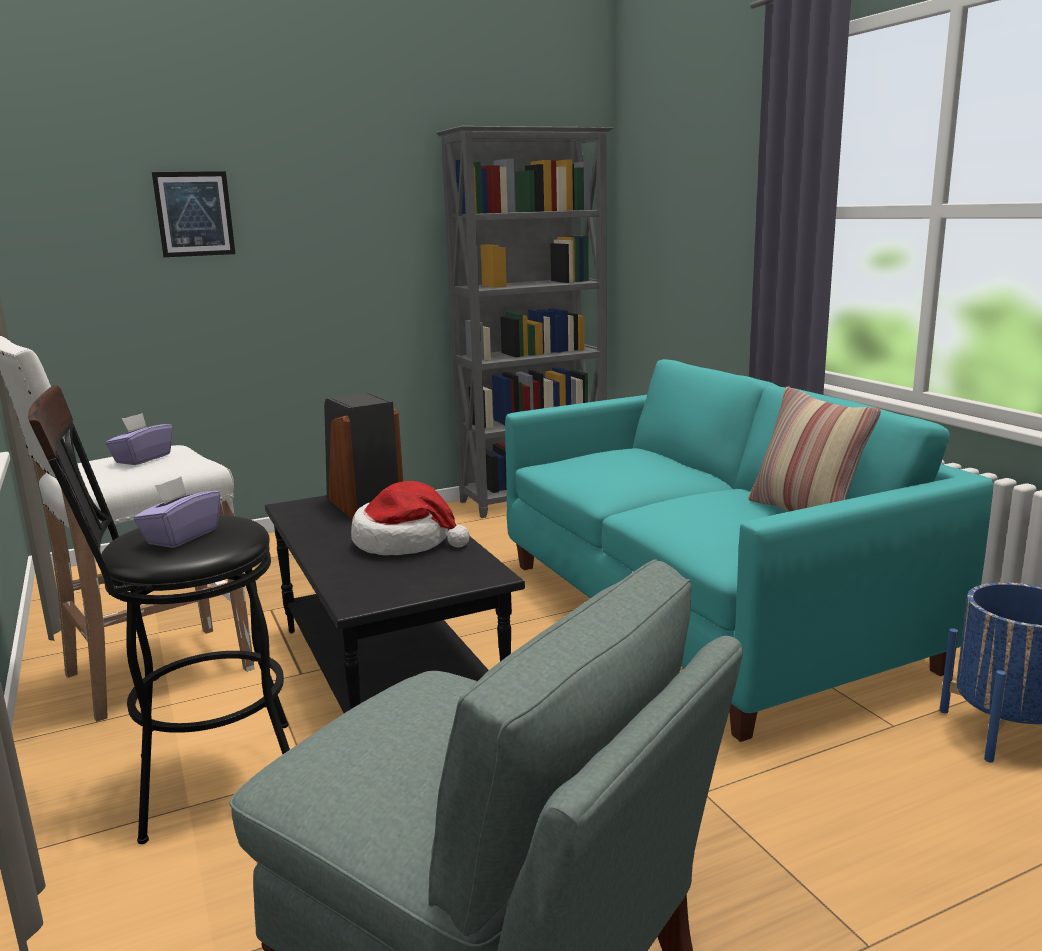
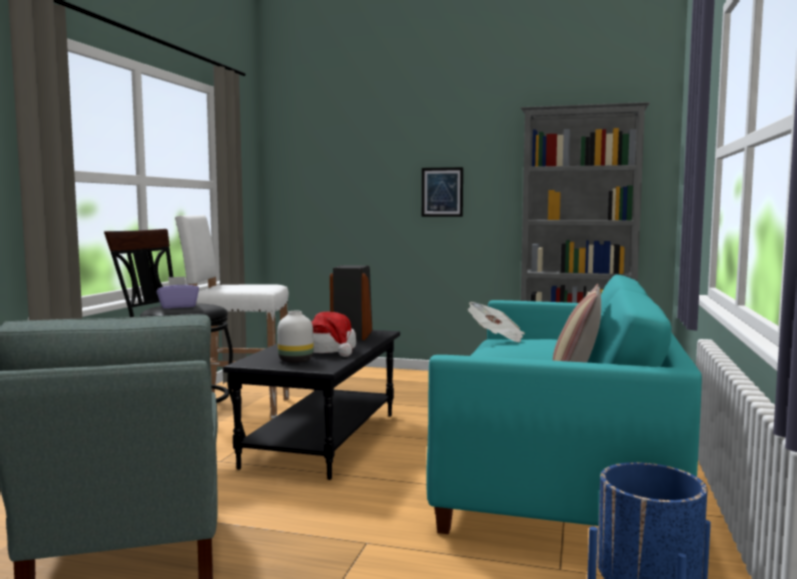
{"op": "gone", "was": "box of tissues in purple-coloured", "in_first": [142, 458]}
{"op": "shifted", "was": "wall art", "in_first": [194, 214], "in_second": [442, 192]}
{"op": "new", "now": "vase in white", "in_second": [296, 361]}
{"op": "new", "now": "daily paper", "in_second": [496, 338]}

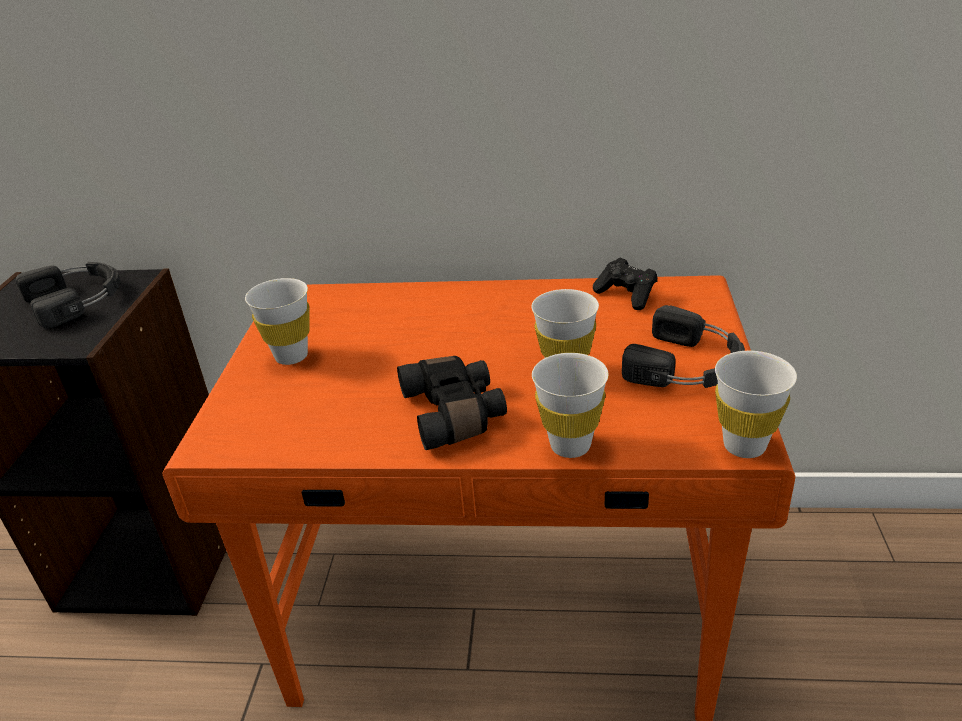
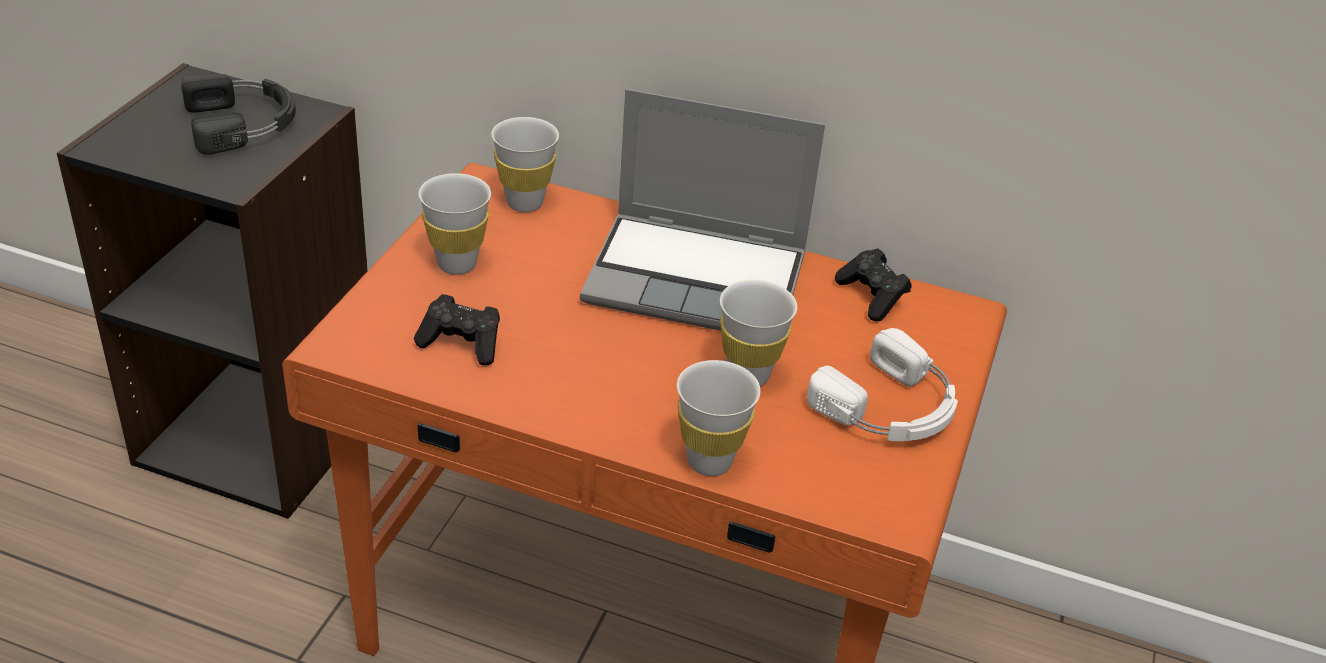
{"op": "gone", "was": "binoculars in blackish", "in_first": [456, 413]}
{"op": "repainted", "was": "pair of headphones in blackish", "now": "pair of headphones in white", "in_first": [688, 365], "in_second": [890, 407]}
{"op": "shifted", "was": "cup in white", "in_first": [744, 446], "in_second": [524, 203]}
{"op": "new", "now": "game controller in blackish", "in_second": [462, 344]}
{"op": "new", "now": "notebook computer", "in_second": [699, 279]}

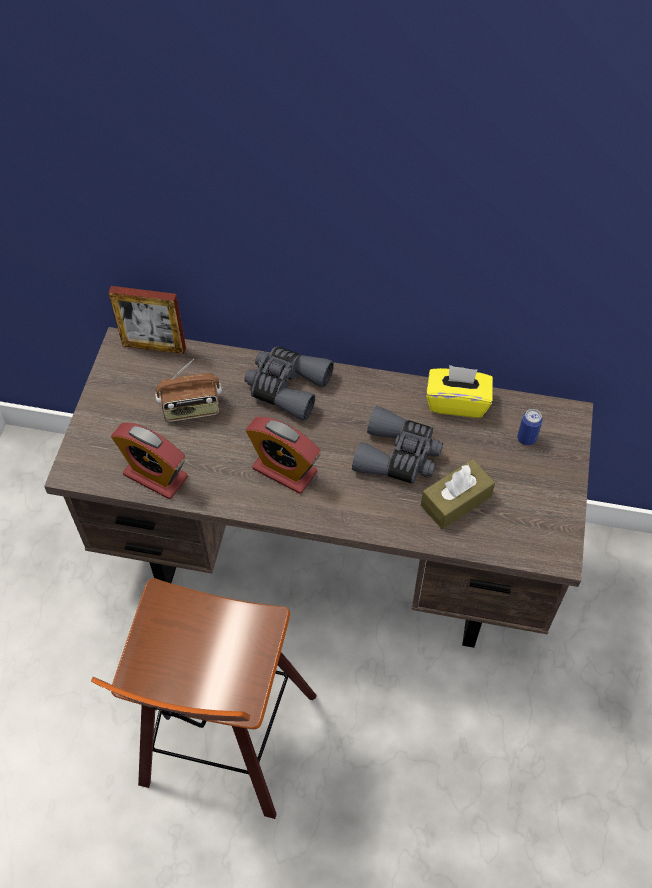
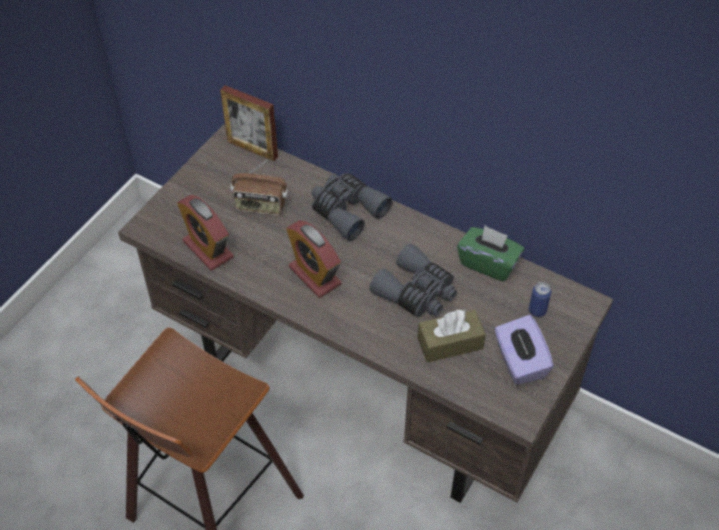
{"op": "repainted", "was": "box of tissues in yellow-coloured", "now": "box of tissues in green", "in_first": [457, 402], "in_second": [488, 263]}
{"op": "new", "now": "box of tissues in purple-coloured", "in_second": [519, 362]}

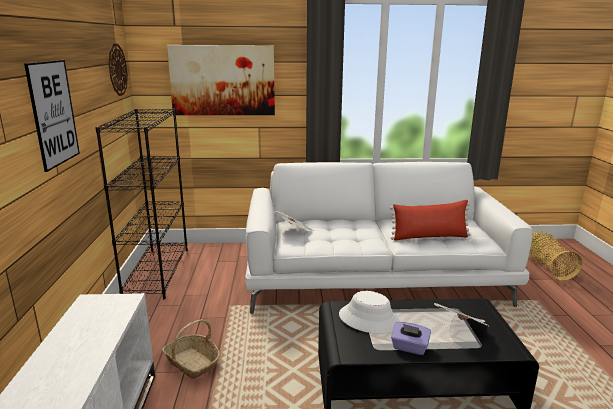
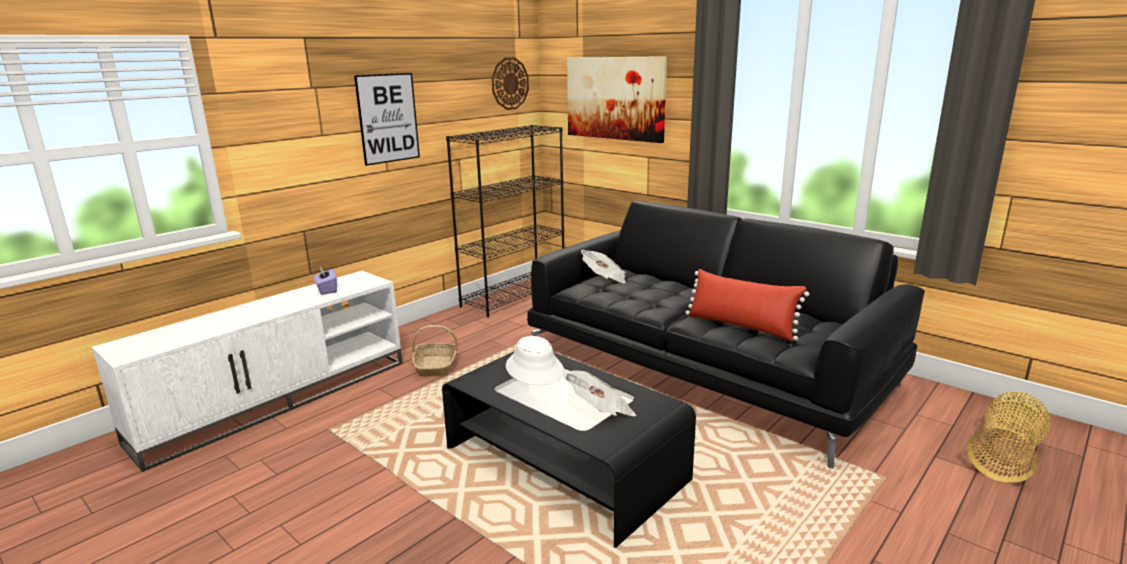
{"op": "repainted", "was": "settee in white", "now": "settee in blackish", "in_first": [375, 276], "in_second": [706, 369]}
{"op": "shifted", "was": "box of tissues in purple-coloured", "in_first": [409, 347], "in_second": [327, 290]}

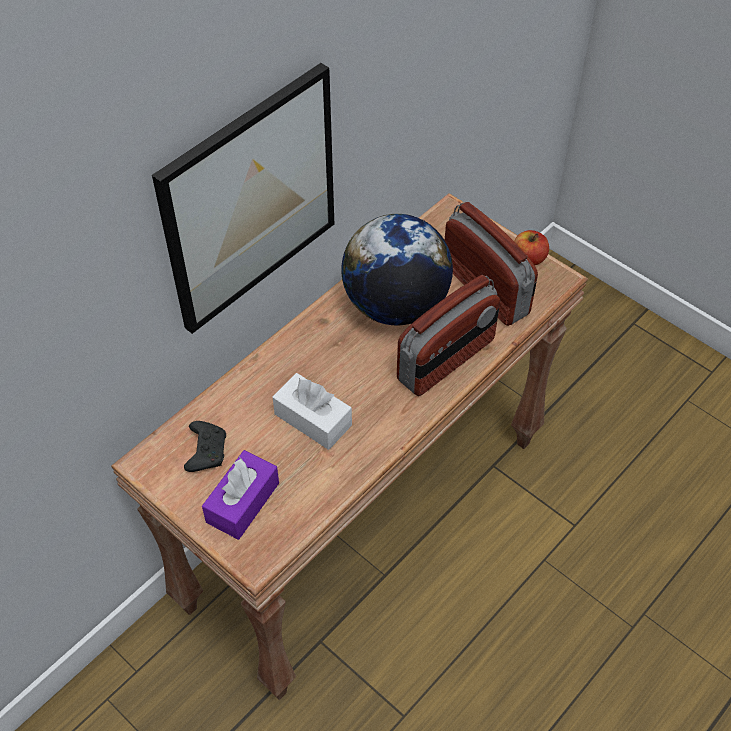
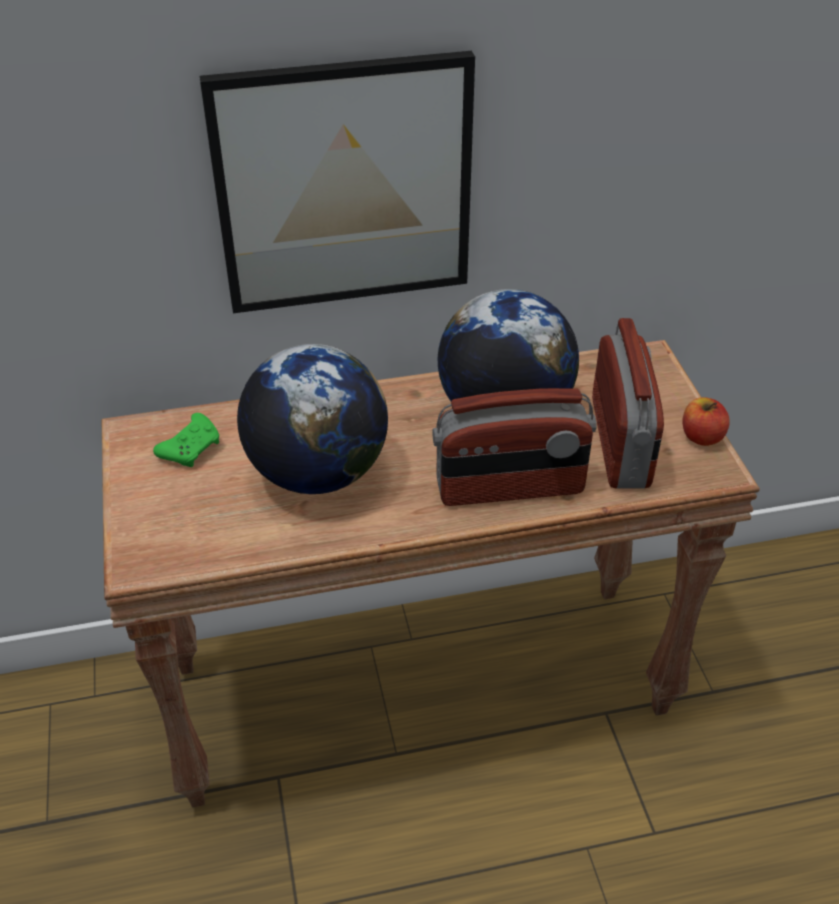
{"op": "repainted", "was": "game controller in blackish", "now": "game controller in green", "in_first": [206, 451], "in_second": [192, 448]}
{"op": "gone", "was": "box of tissues in purple-coloured", "in_first": [242, 502]}
{"op": "swapped", "was": "box of tissues in white", "now": "desk globe", "in_first": [313, 419], "in_second": [317, 473]}

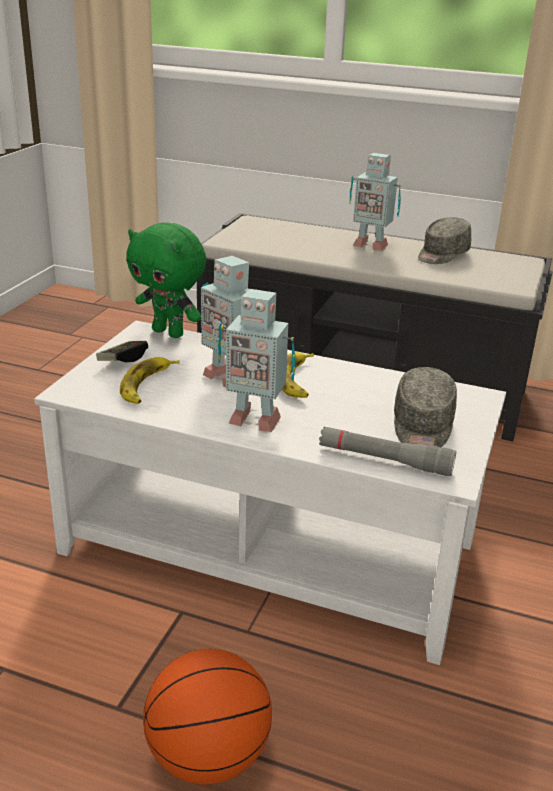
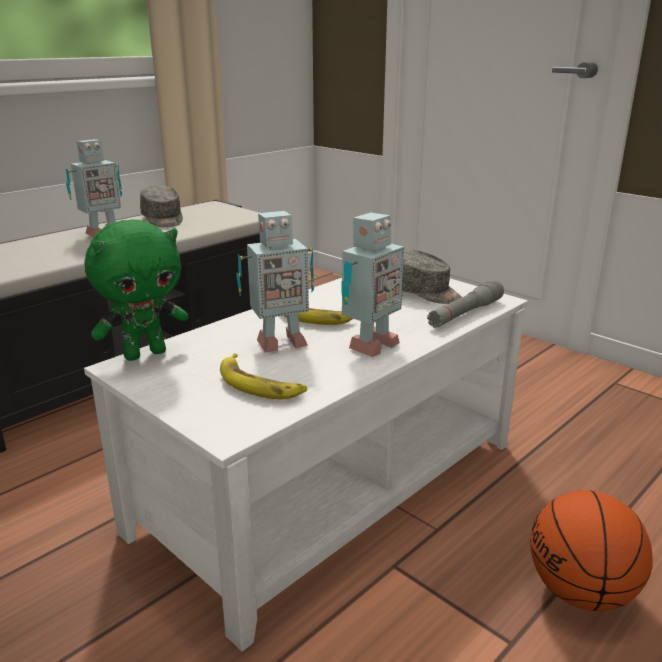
{"op": "gone", "was": "game controller", "in_first": [123, 360]}

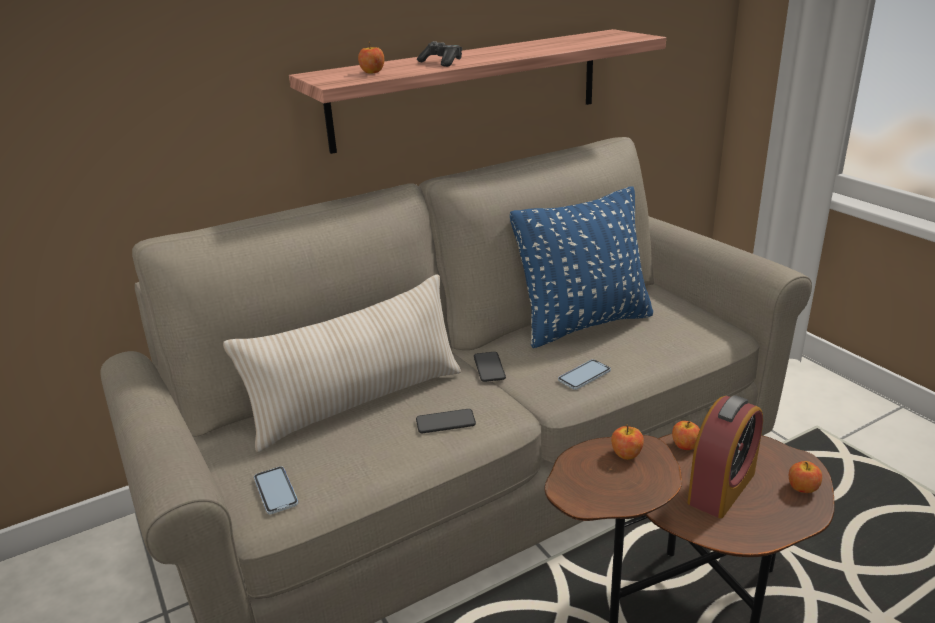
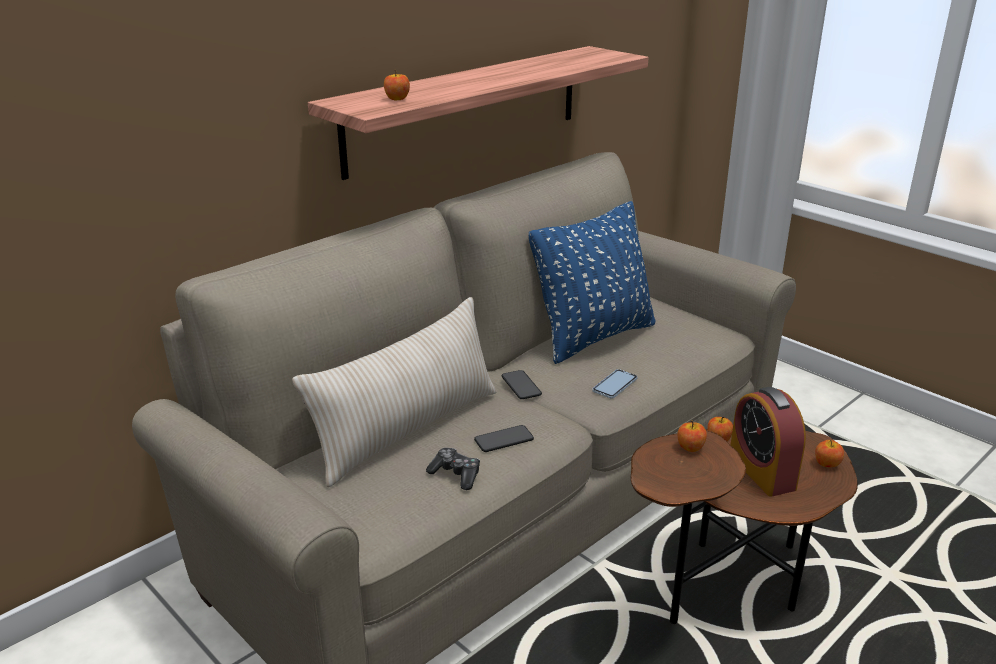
{"op": "gone", "was": "phone", "in_first": [276, 491]}
{"op": "shifted", "was": "game controller", "in_first": [441, 63], "in_second": [456, 475]}
{"op": "rotated", "was": "bedside clock", "in_first": [721, 488], "in_second": [761, 471], "clockwise": 135}

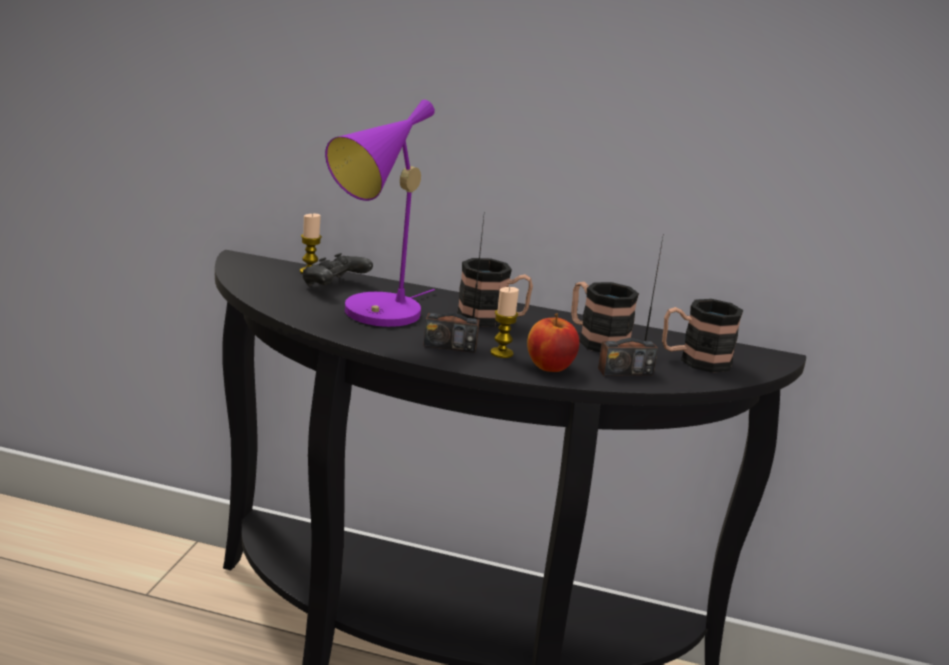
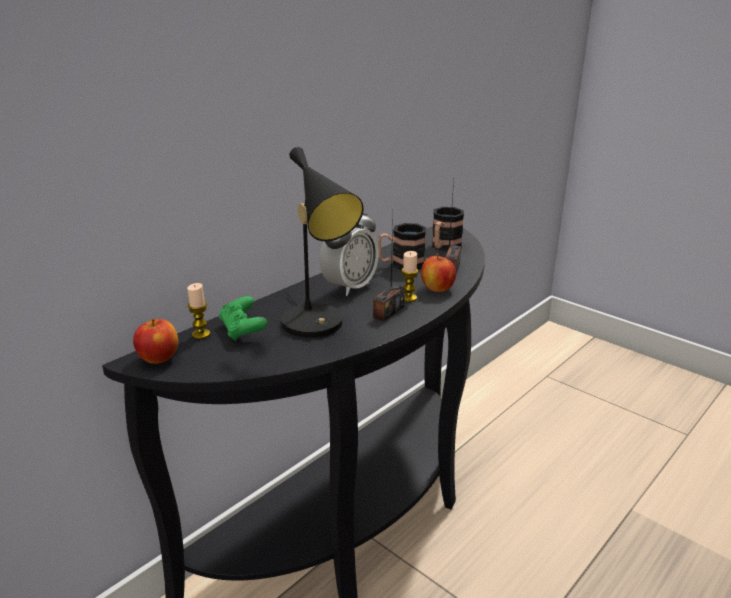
{"op": "repainted", "was": "game controller in blackish", "now": "game controller in green", "in_first": [334, 286], "in_second": [243, 330]}
{"op": "repainted", "was": "table lamp in purple-coloured", "now": "table lamp in blackish", "in_first": [376, 316], "in_second": [318, 326]}
{"op": "swapped", "was": "mug", "now": "bedside clock", "in_first": [492, 319], "in_second": [350, 287]}
{"op": "new", "now": "apple", "in_second": [159, 358]}

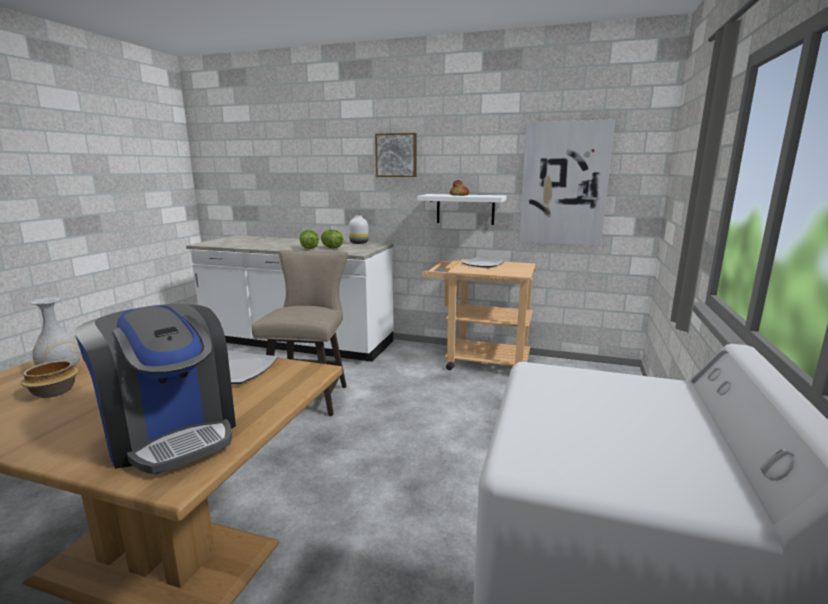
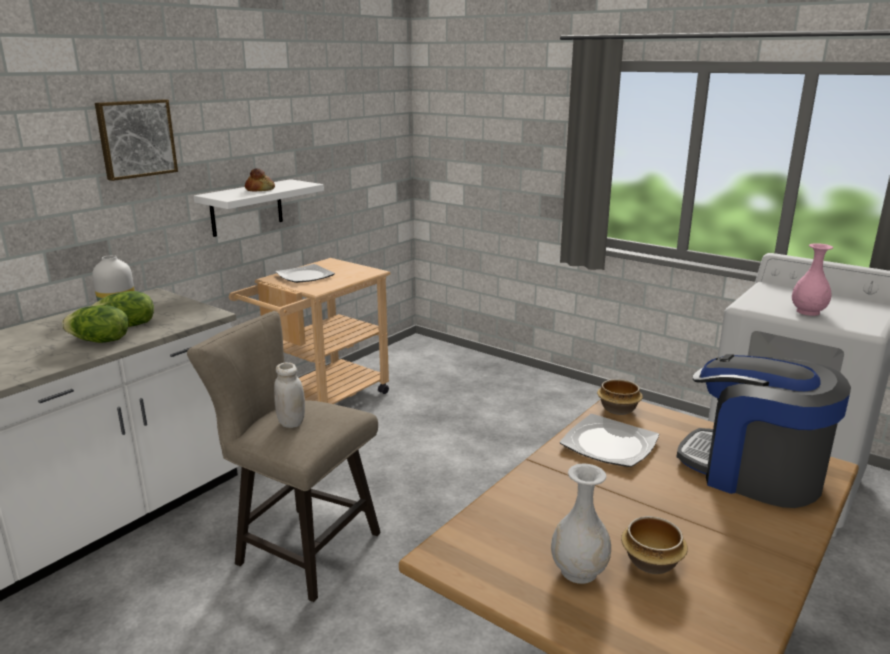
{"op": "rotated", "was": "coffee machine", "in_first": [171, 433], "in_second": [752, 472], "clockwise": -120}
{"op": "gone", "was": "wall art", "in_first": [564, 184]}
{"op": "new", "now": "jar in white", "in_second": [291, 422]}
{"op": "new", "now": "serving bowl", "in_second": [617, 410]}
{"op": "new", "now": "vase in pink-coloured", "in_second": [808, 312]}

